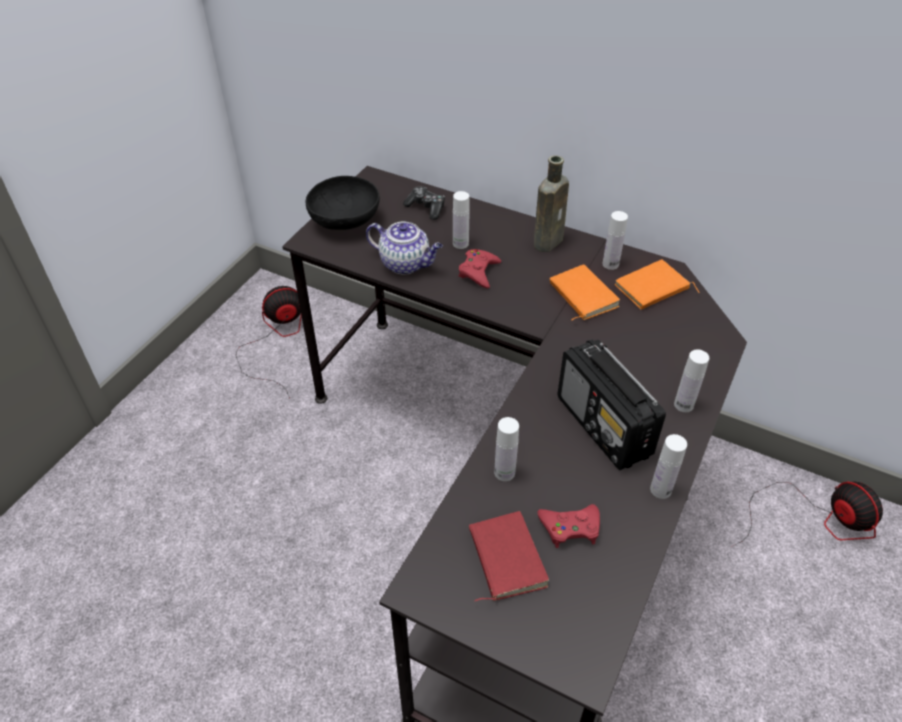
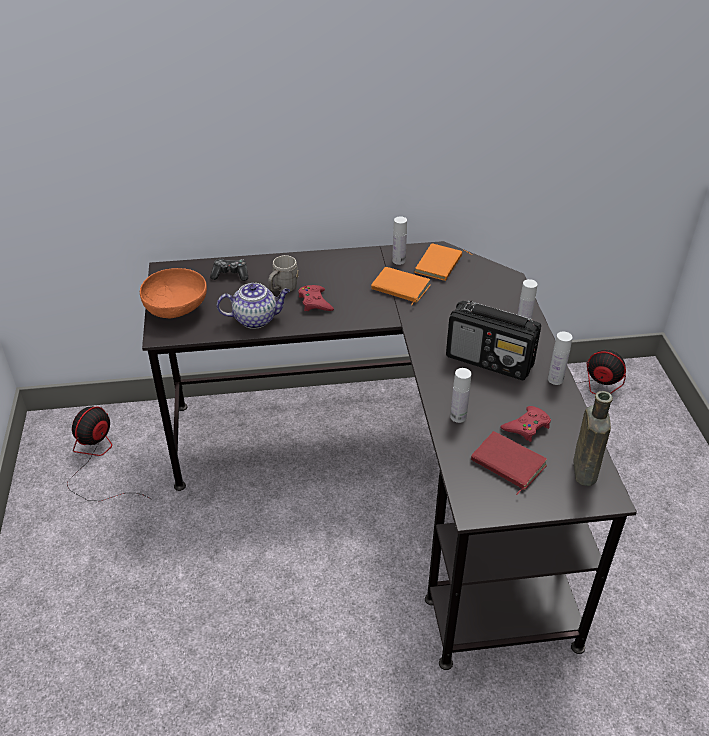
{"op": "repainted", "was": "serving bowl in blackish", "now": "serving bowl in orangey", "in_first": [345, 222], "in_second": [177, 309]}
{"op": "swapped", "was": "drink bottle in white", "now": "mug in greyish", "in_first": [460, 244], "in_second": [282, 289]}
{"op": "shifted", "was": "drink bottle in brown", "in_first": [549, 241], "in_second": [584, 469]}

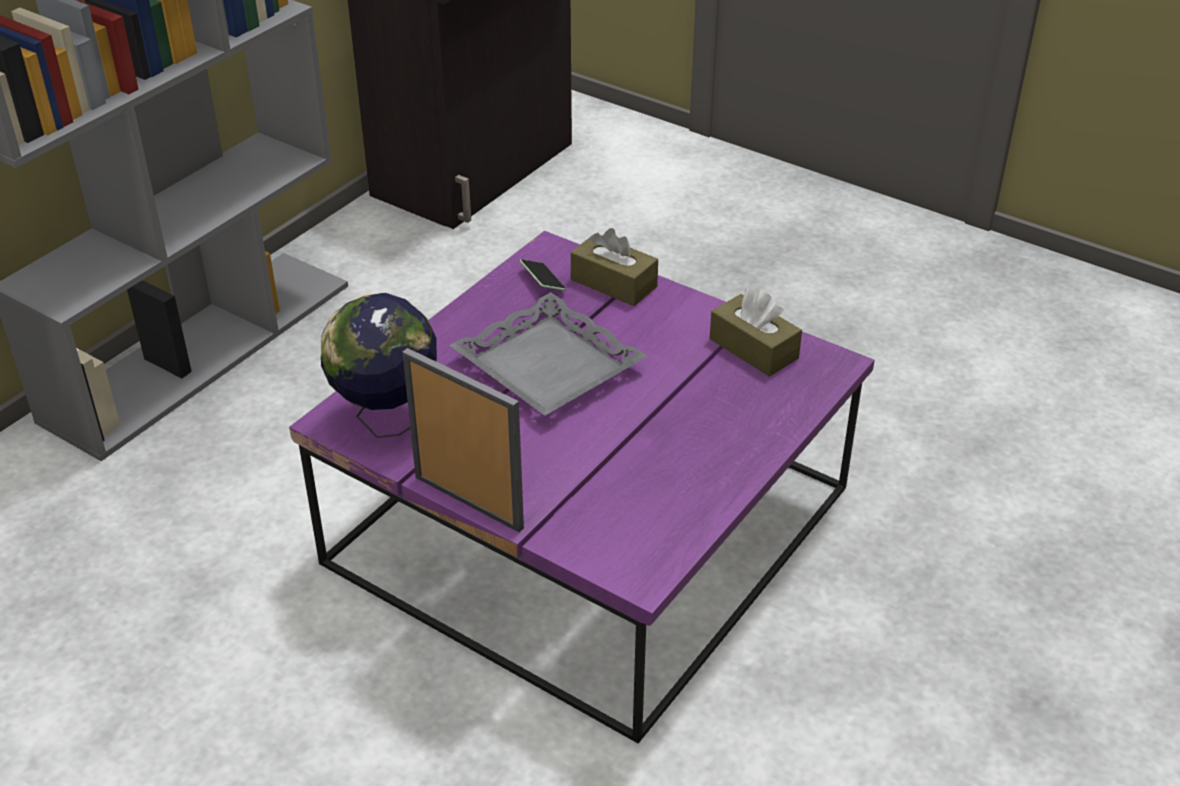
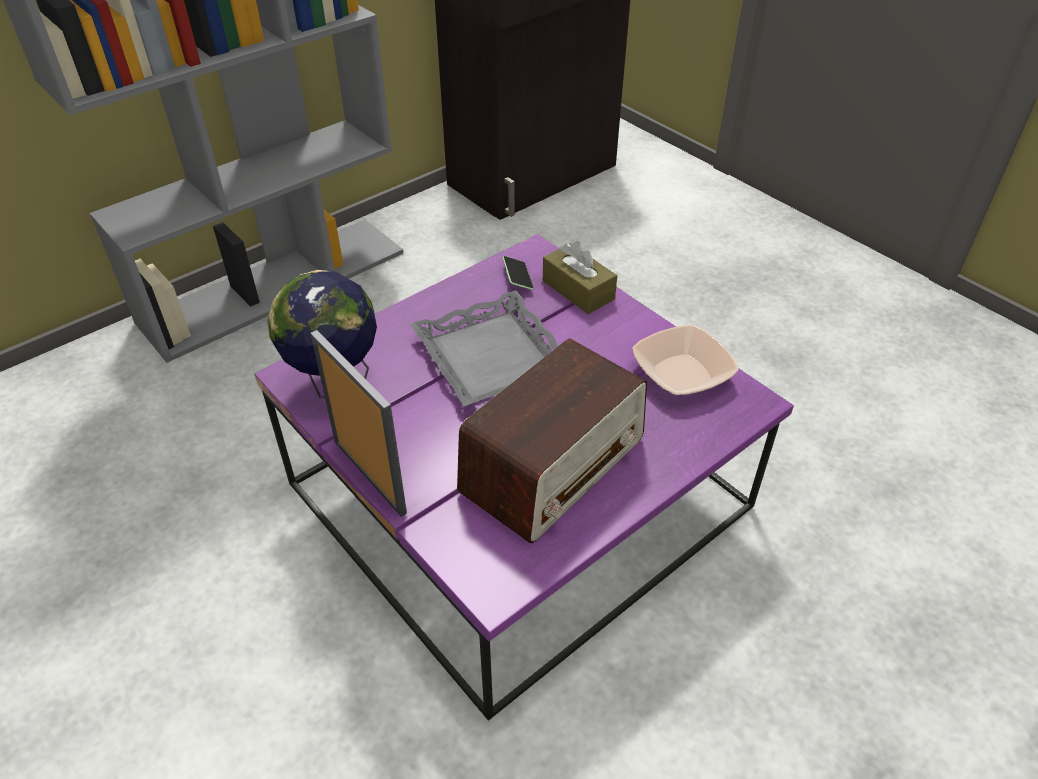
{"op": "swapped", "was": "box of tissues in brown", "now": "serving bowl", "in_first": [753, 349], "in_second": [681, 373]}
{"op": "new", "now": "radio", "in_second": [554, 465]}

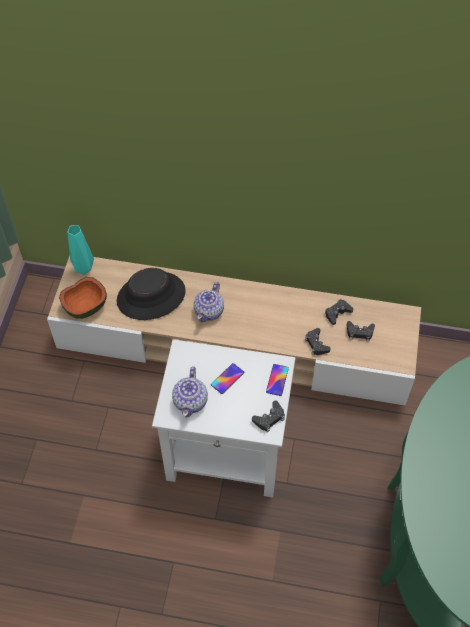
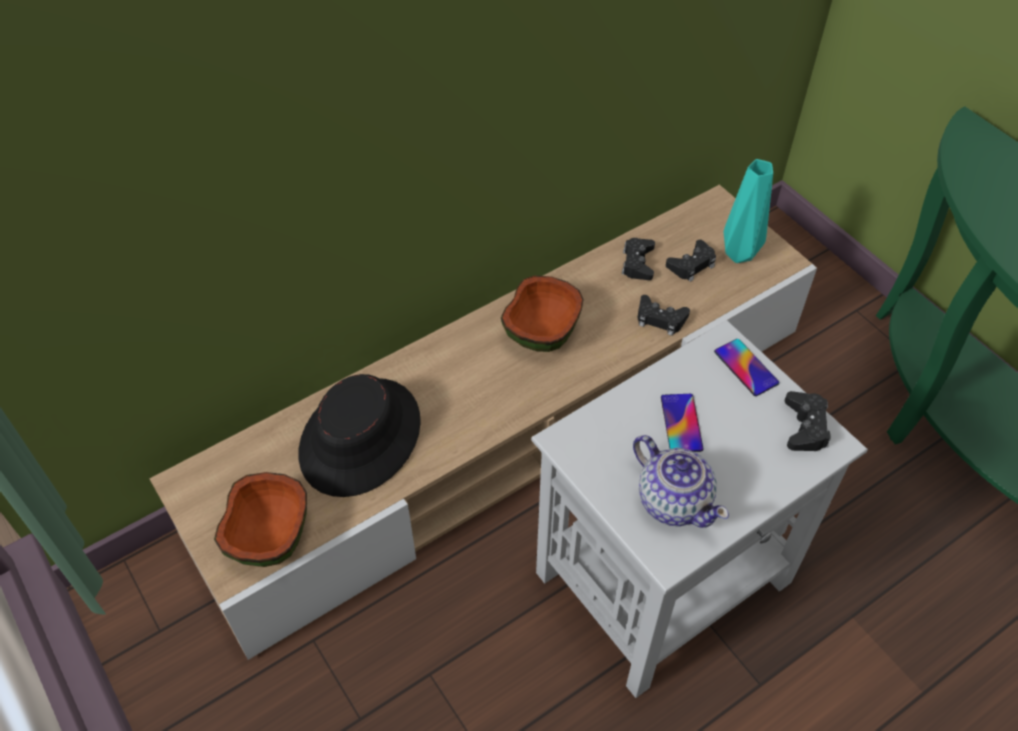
{"op": "shifted", "was": "vase in turquoise", "in_first": [84, 268], "in_second": [739, 252]}
{"op": "gone", "was": "teapot", "in_first": [209, 311]}
{"op": "new", "now": "serving bowl", "in_second": [541, 331]}

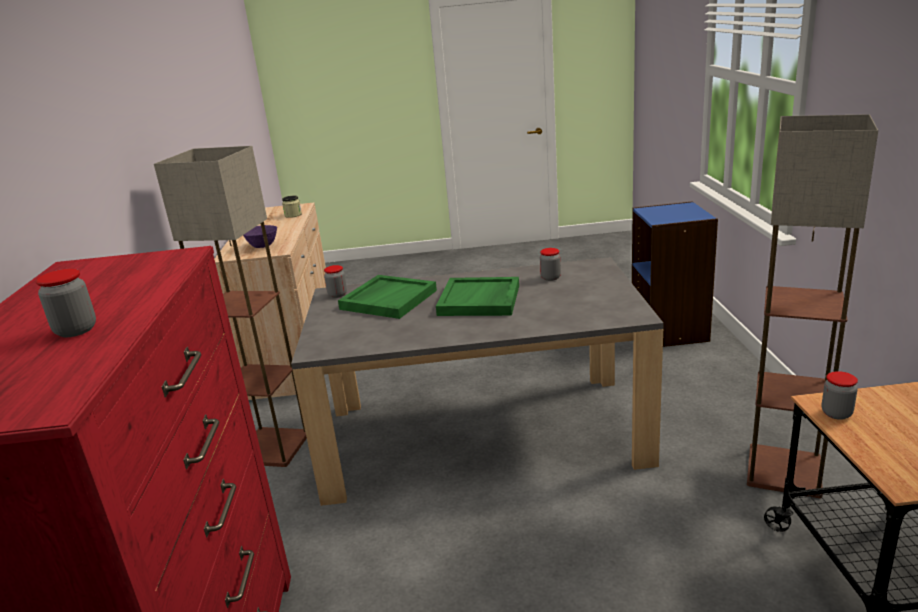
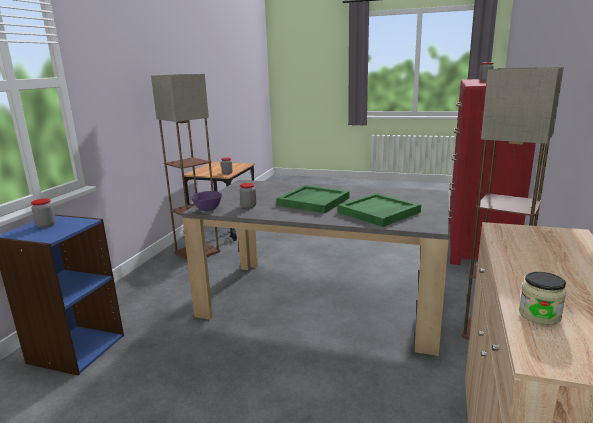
{"op": "shifted", "was": "serving bowl in purple-coloured", "in_first": [263, 246], "in_second": [208, 210]}
{"op": "shifted", "was": "jar", "in_first": [337, 294], "in_second": [46, 225]}

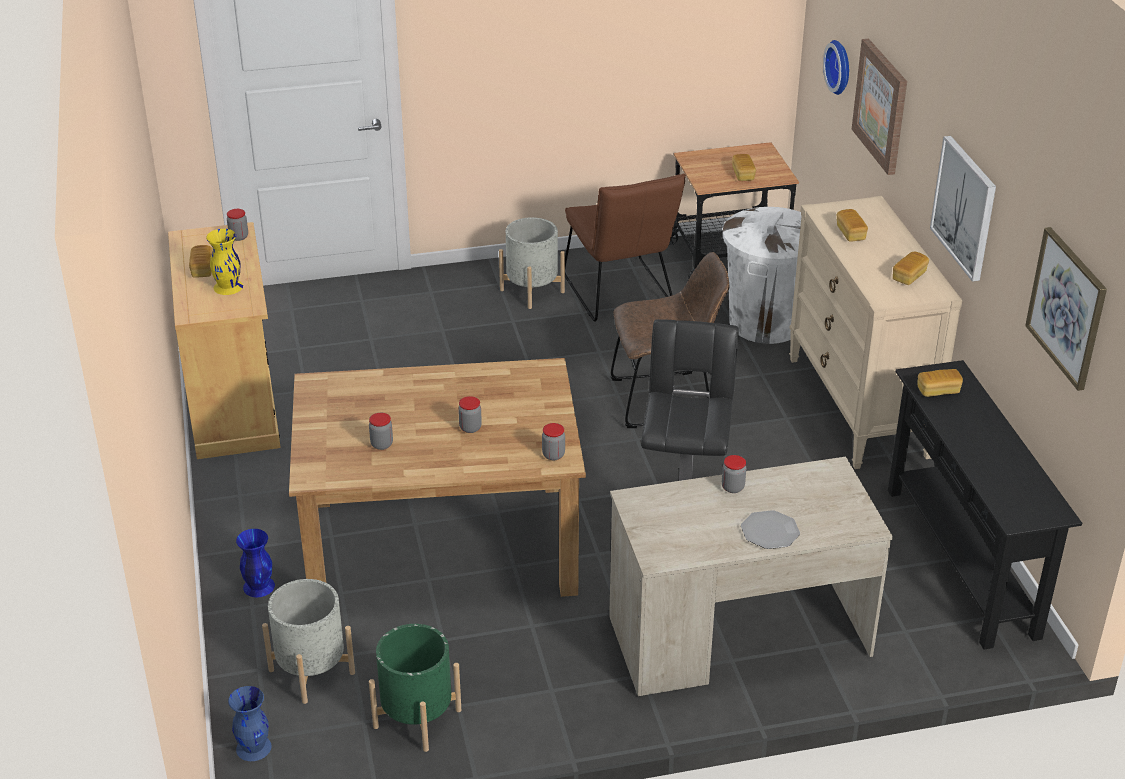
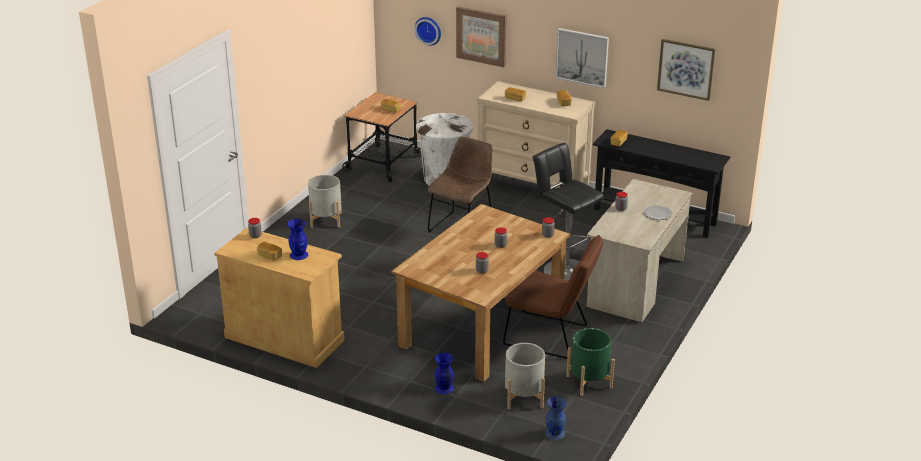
{"op": "repainted", "was": "vase in yellow-coloured", "now": "vase in blue", "in_first": [228, 287], "in_second": [299, 255]}
{"op": "shifted", "was": "plain chair in brown", "in_first": [621, 295], "in_second": [551, 336]}

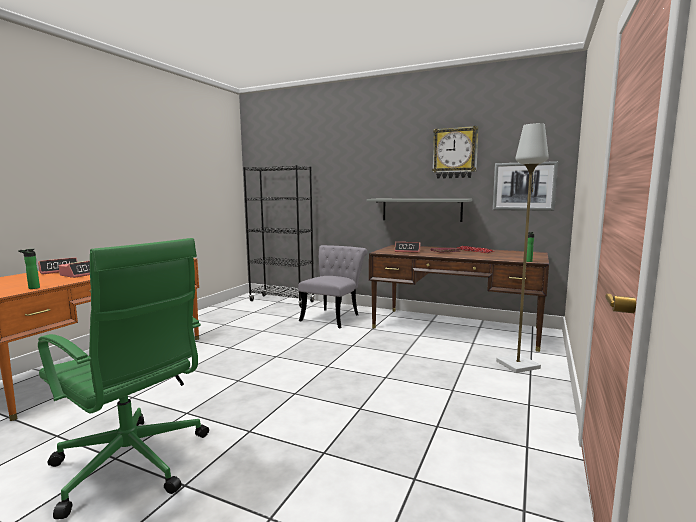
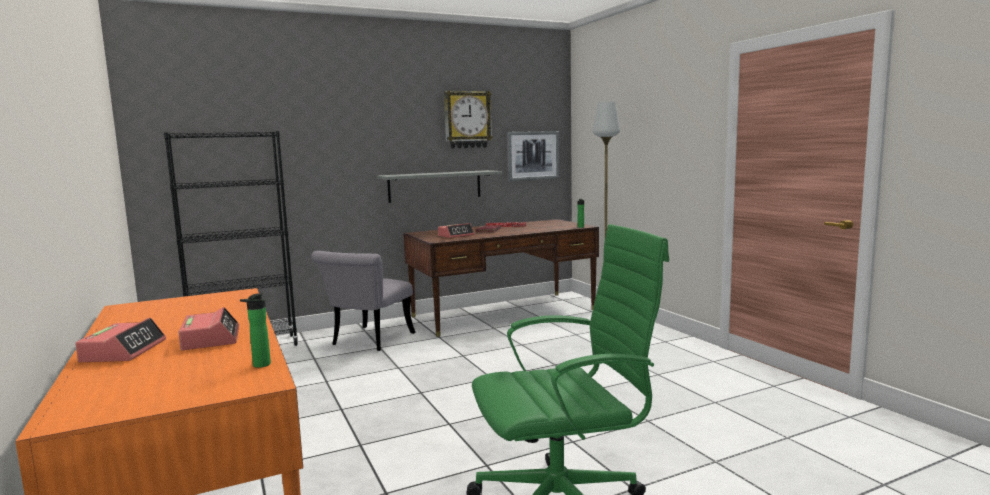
{"op": "rotated", "was": "plain chair in greyish", "in_first": [333, 317], "in_second": [368, 341], "clockwise": -135}

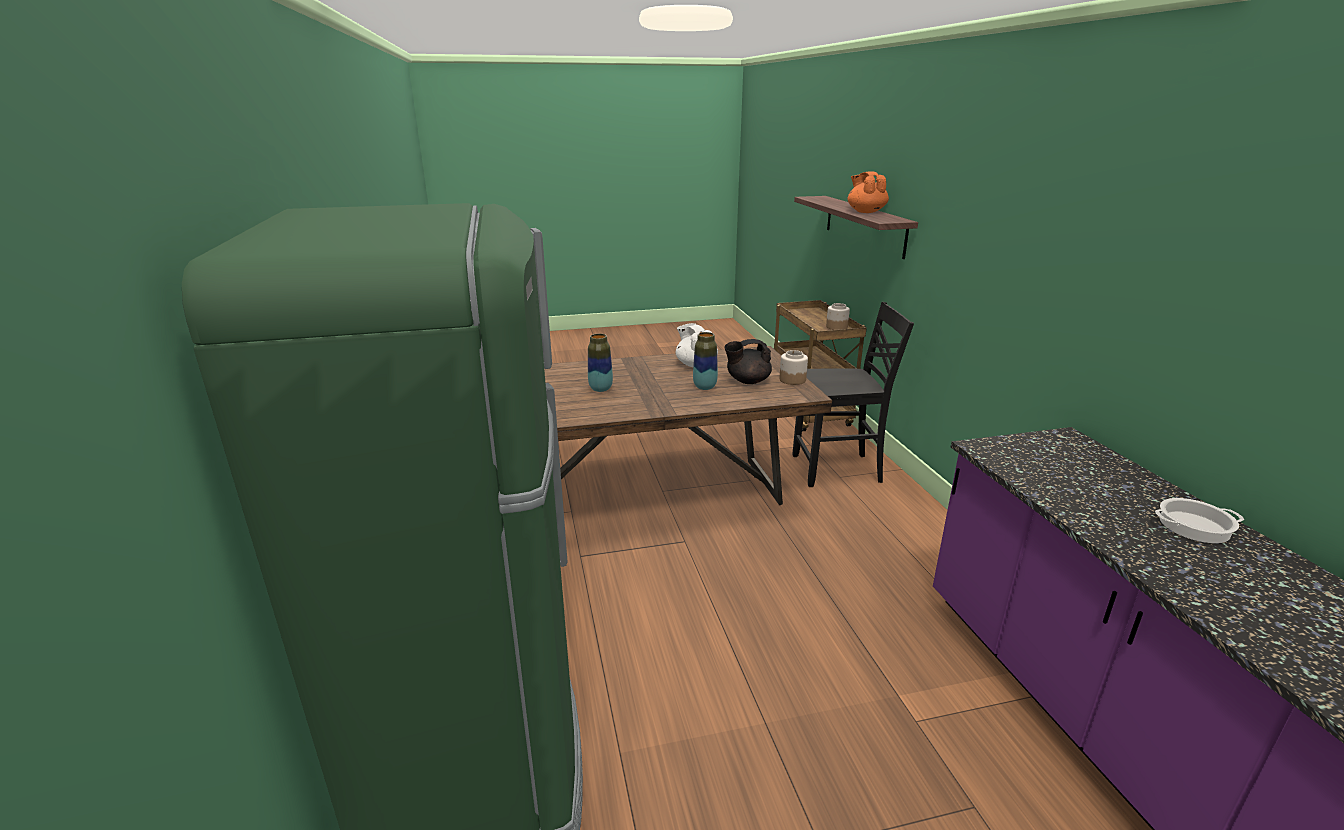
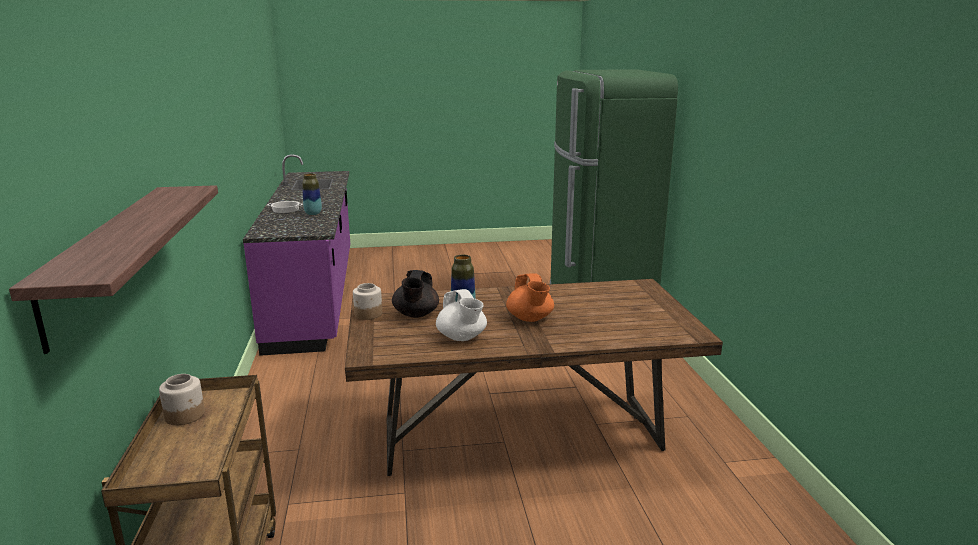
{"op": "shifted", "was": "vase", "in_first": [600, 389], "in_second": [313, 214]}
{"op": "rotated", "was": "teapot in blackish", "in_first": [747, 381], "in_second": [416, 314], "clockwise": 105}
{"op": "gone", "was": "plain chair in blackish", "in_first": [838, 470]}
{"op": "shifted", "was": "teapot in orangey", "in_first": [865, 212], "in_second": [530, 319]}

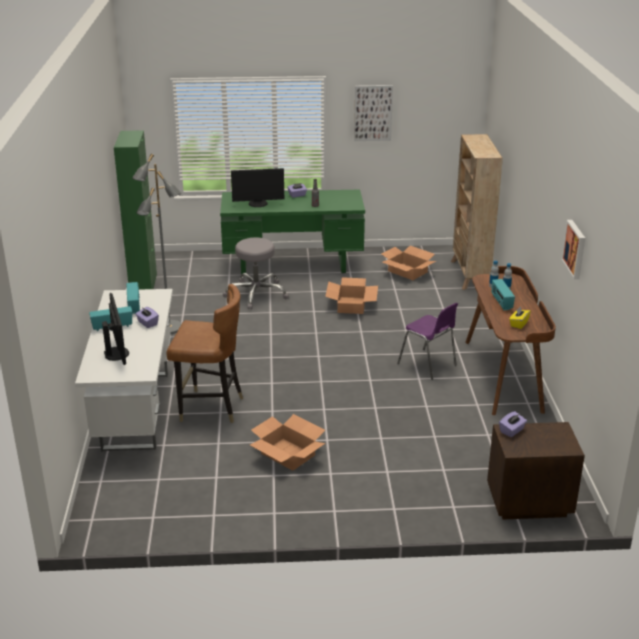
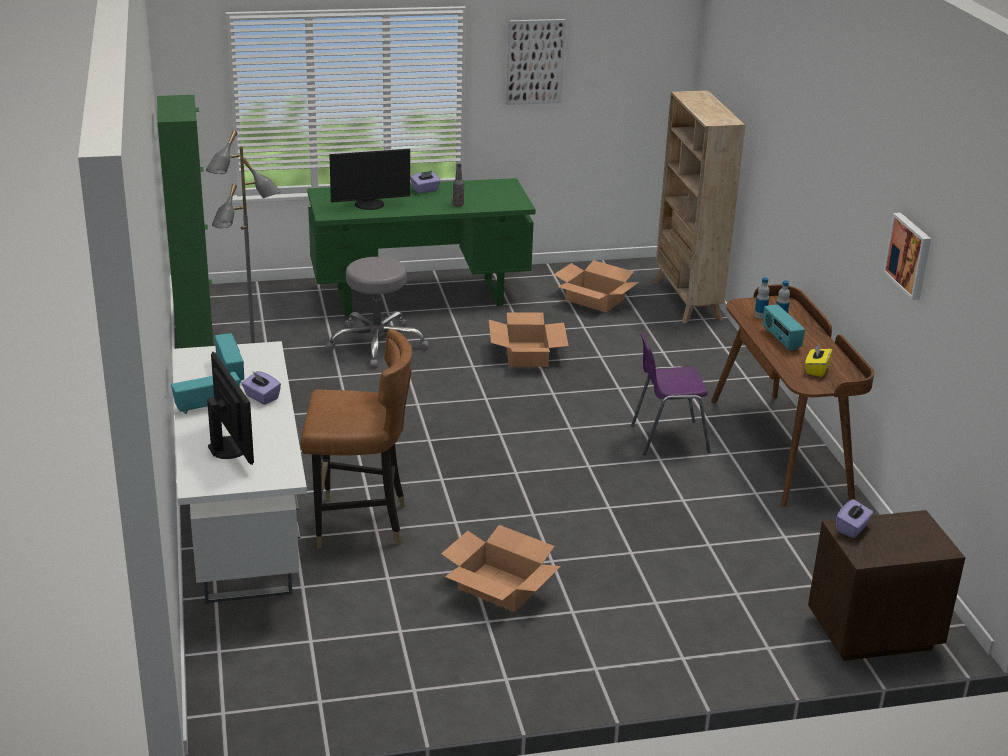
{"op": "rotated", "was": "plain chair in purple-coloured", "in_first": [428, 365], "in_second": [667, 438], "clockwise": 135}

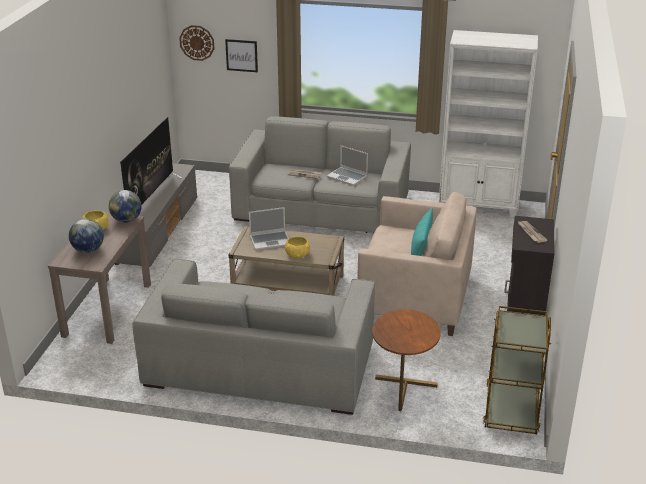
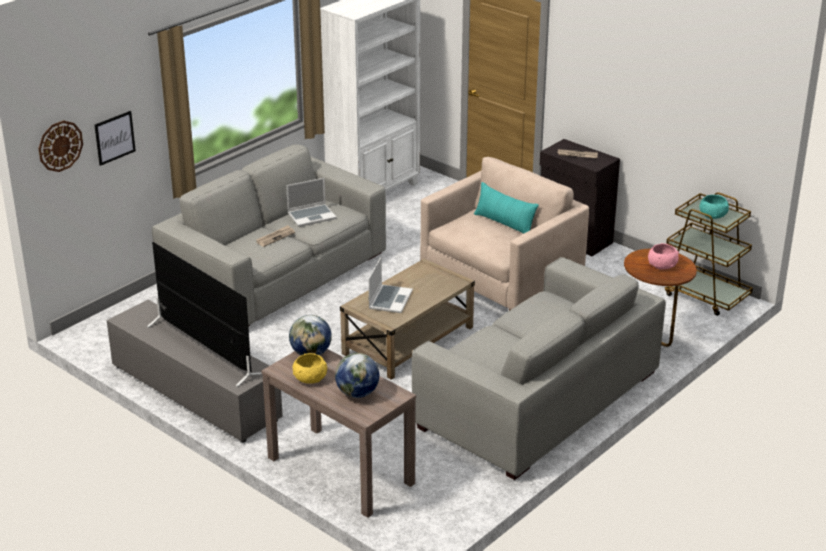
{"op": "gone", "was": "serving bowl in yellow-coloured", "in_first": [297, 254]}
{"op": "new", "now": "serving bowl in pink-coloured", "in_second": [662, 265]}
{"op": "new", "now": "serving bowl in turquoise", "in_second": [713, 215]}

